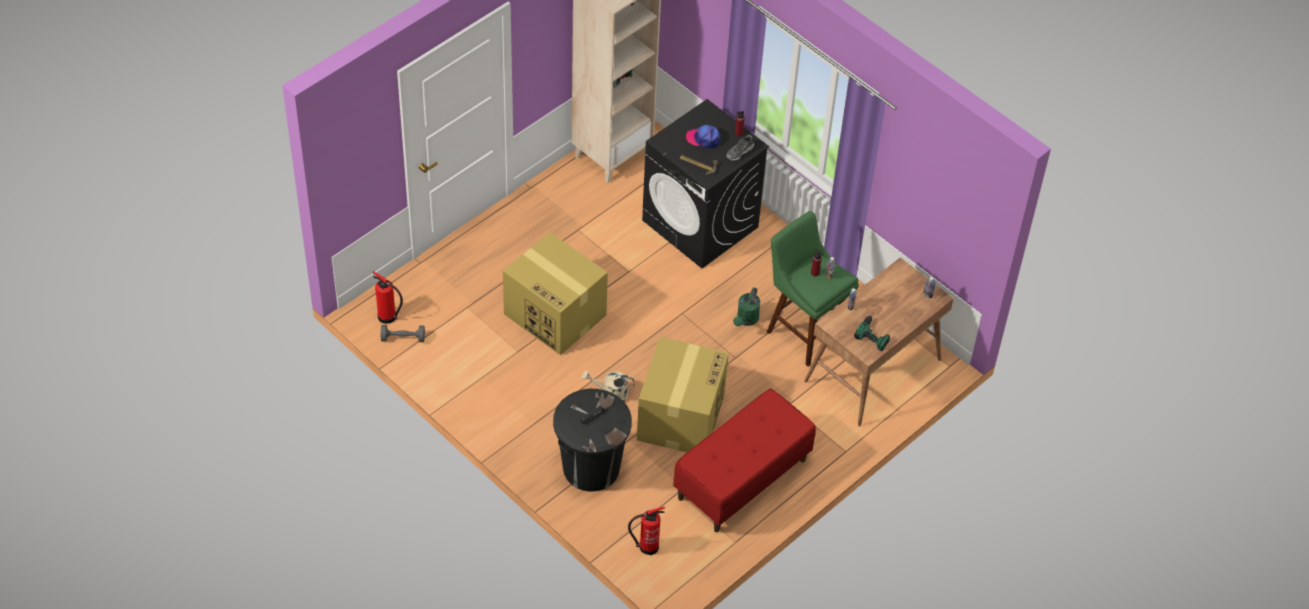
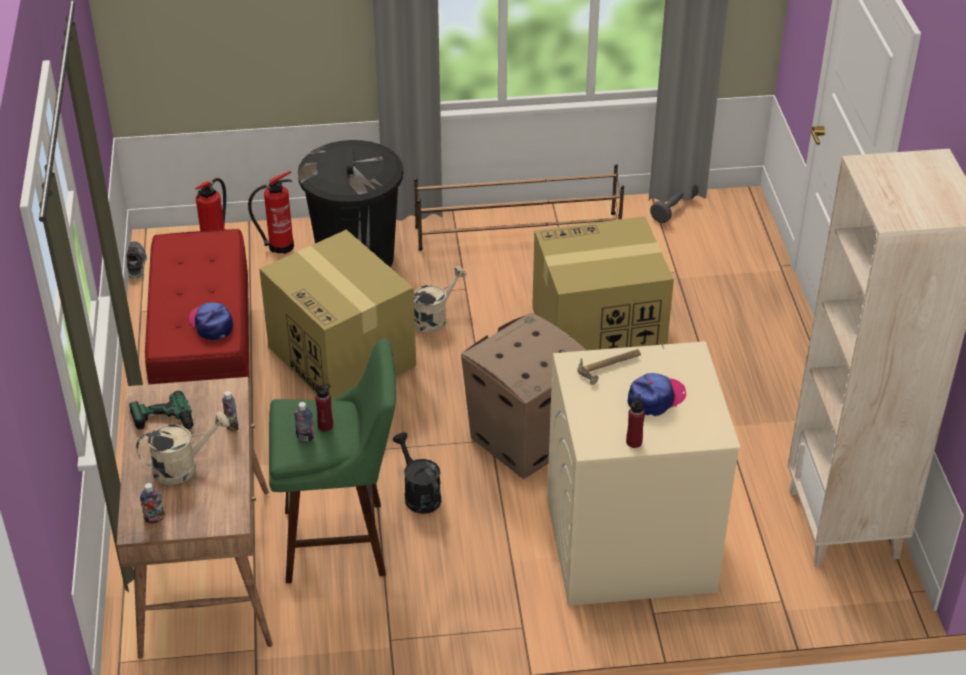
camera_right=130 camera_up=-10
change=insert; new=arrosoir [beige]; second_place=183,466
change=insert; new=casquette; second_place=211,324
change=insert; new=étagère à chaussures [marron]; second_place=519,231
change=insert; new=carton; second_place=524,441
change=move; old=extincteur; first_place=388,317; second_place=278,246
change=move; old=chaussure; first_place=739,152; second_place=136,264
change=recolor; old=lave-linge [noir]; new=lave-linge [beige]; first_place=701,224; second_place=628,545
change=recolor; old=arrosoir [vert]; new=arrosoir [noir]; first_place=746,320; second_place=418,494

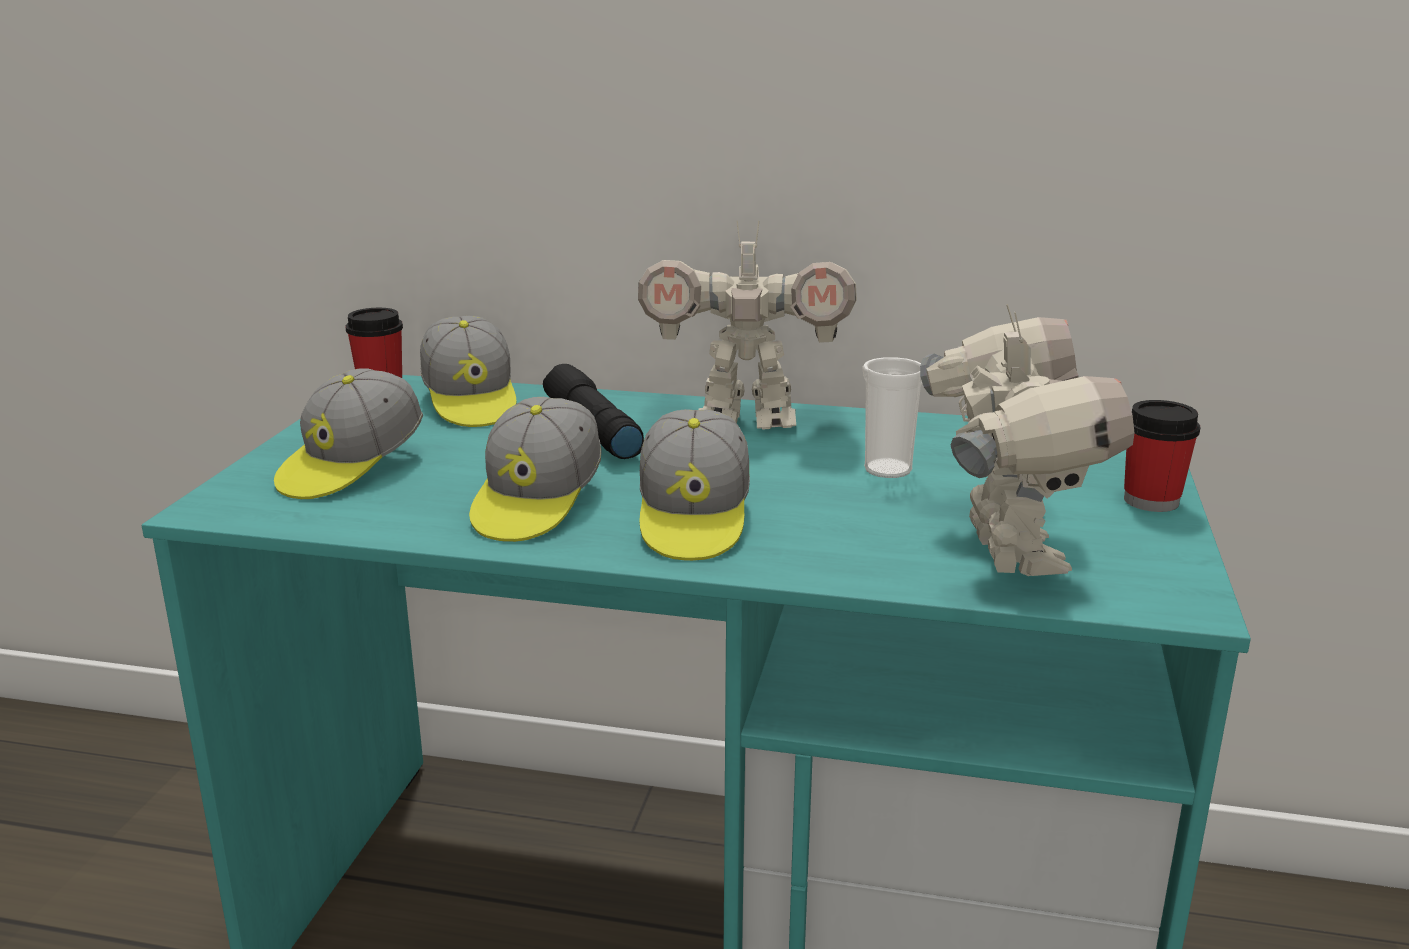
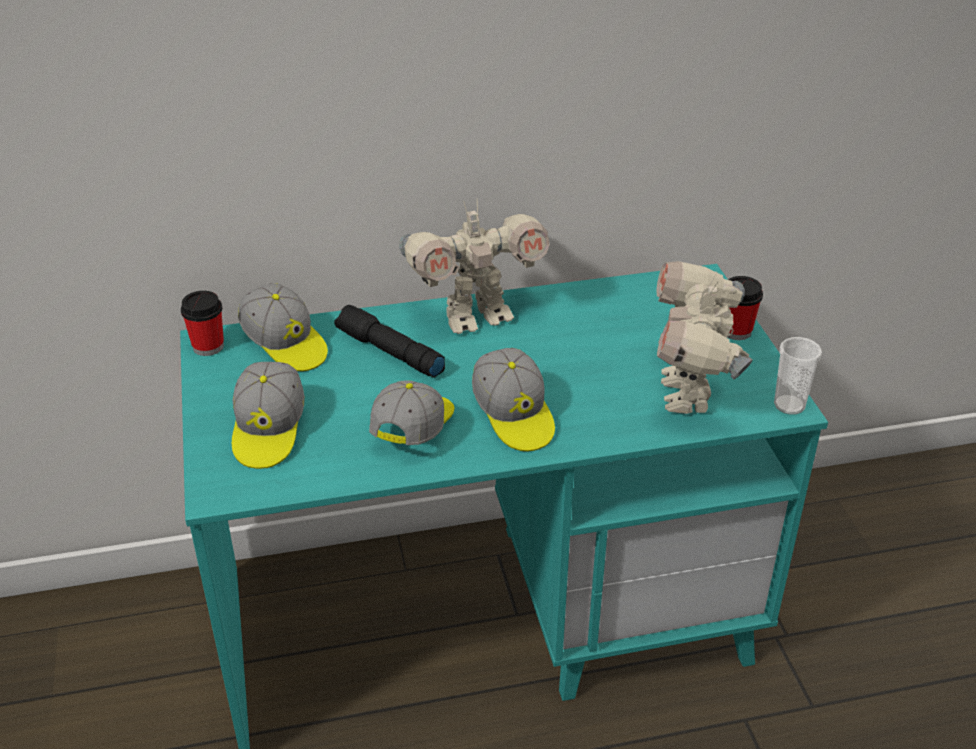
camera_right=-25 camera_up=15
change=move; old=tasse; first_place=888,470; second_place=789,405
change=rotate; old=casquette; first_place=536,503; second_place=414,429; degrees=-150
change=rotate; old=robot jouet; first_place=1005,552; second_place=689,394; degrees=-150

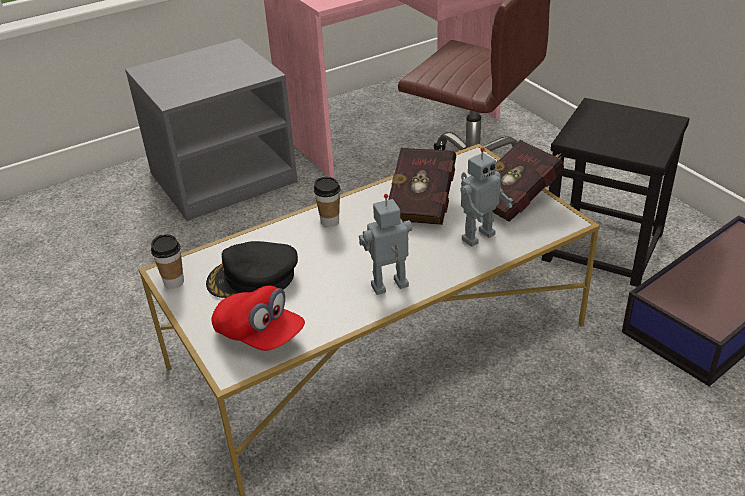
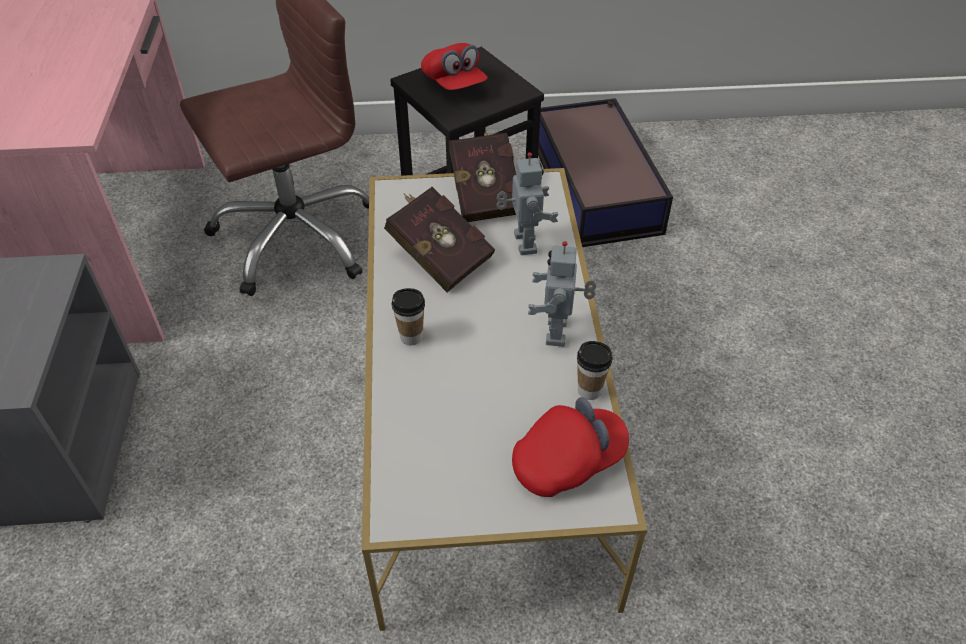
camera_right=-65 camera_up=10
change=delete; old=casquette [noir]; first_place=253,278
change=insert; new=casquette [rouge]; second_place=454,84
change=move; old=tasse; first_place=174,282; second_place=589,390

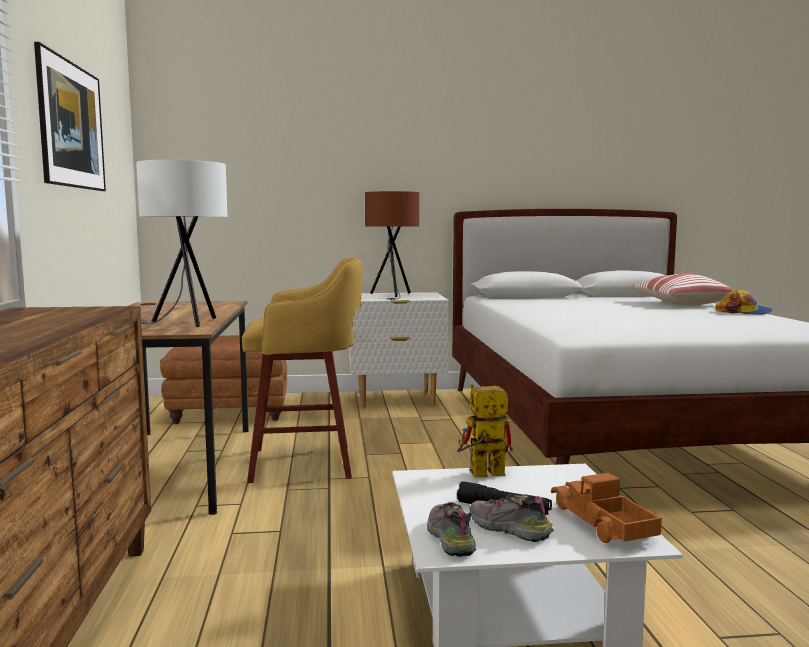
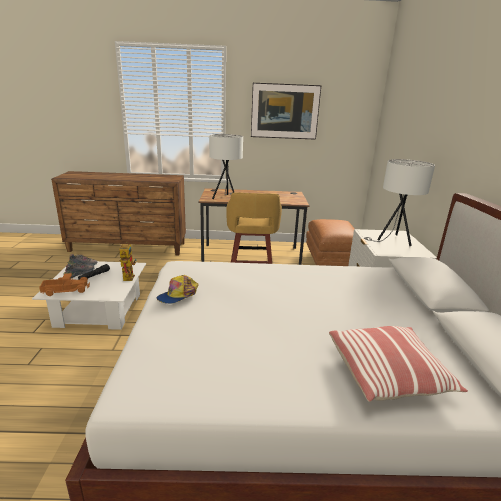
camera_right=95 camera_up=15
change=move; old=casquette; first_place=744,312; second_place=178,295
change=recolor; old=lampe de table [marron]; new=lampe de table [blanc]; first_place=392,296; second_place=392,240

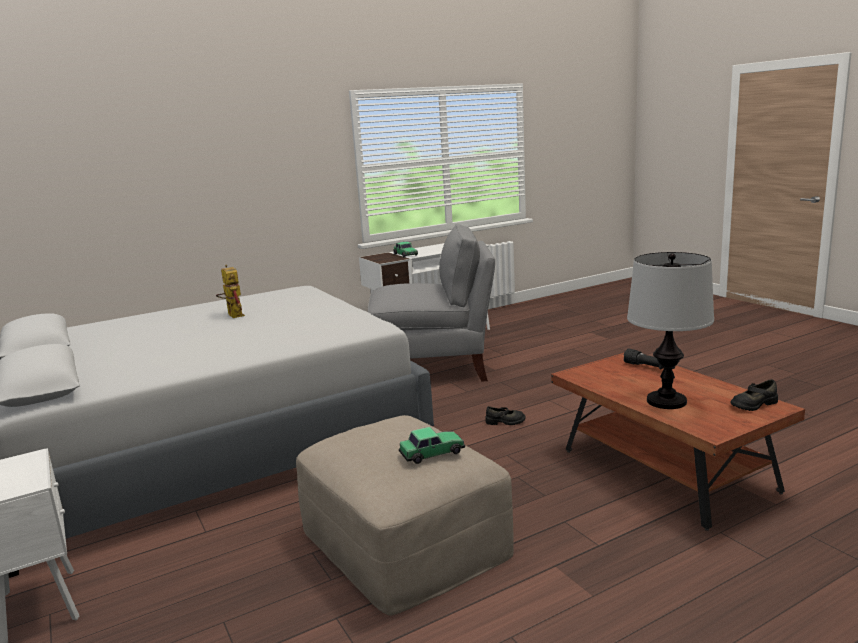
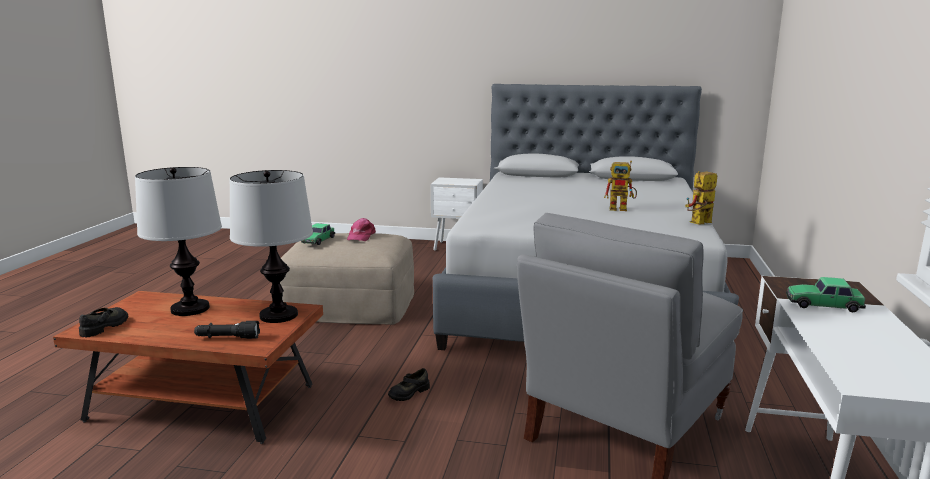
camera_right=130 camera_up=0
change=insert; new=lampe de table; second_place=279,315
change=insert; new=casquette [rose]; second_place=361,236
change=insert; new=robot jouet; second_place=699,223

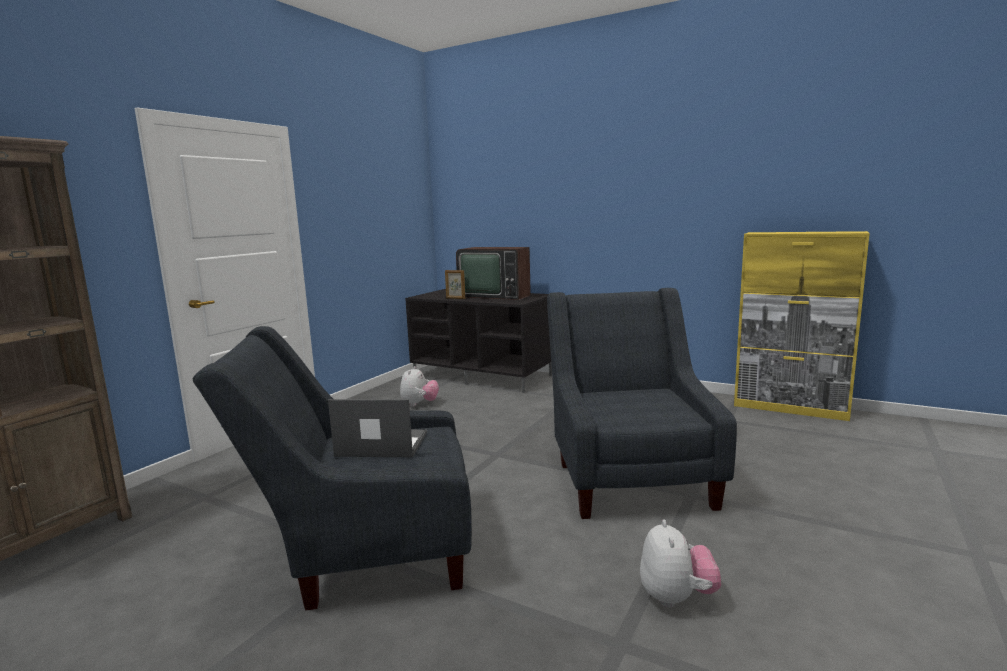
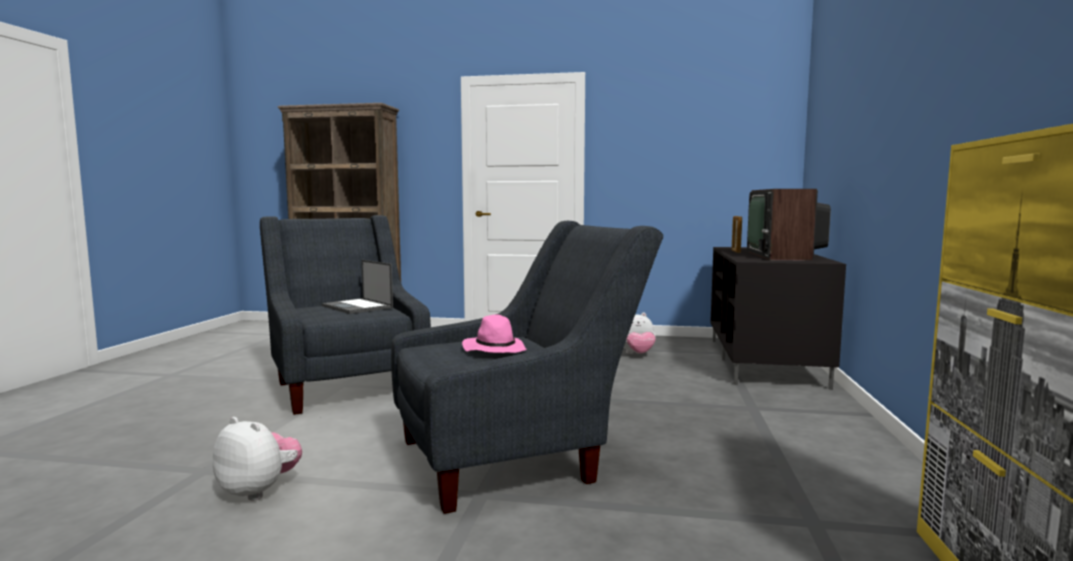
camera_right=70 camera_up=-5
change=insert; new=chapeau [rose]; second_place=494,350
change=rotate; old=ordinateur portable; first_place=381,444; second_place=358,307; degrees=150
change=rotate; old=peluche; first_place=676,597; second_place=259,491; degrees=-135

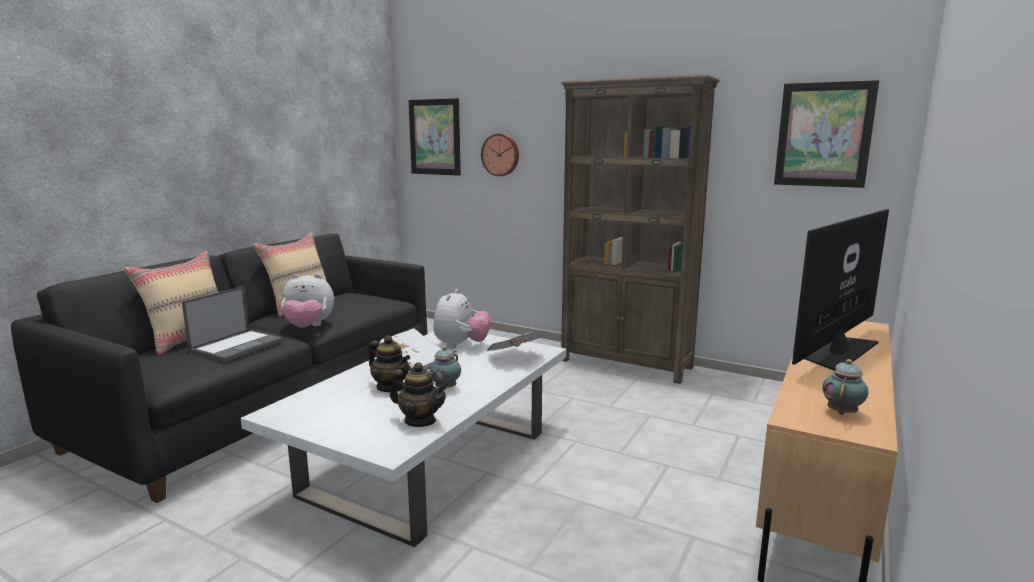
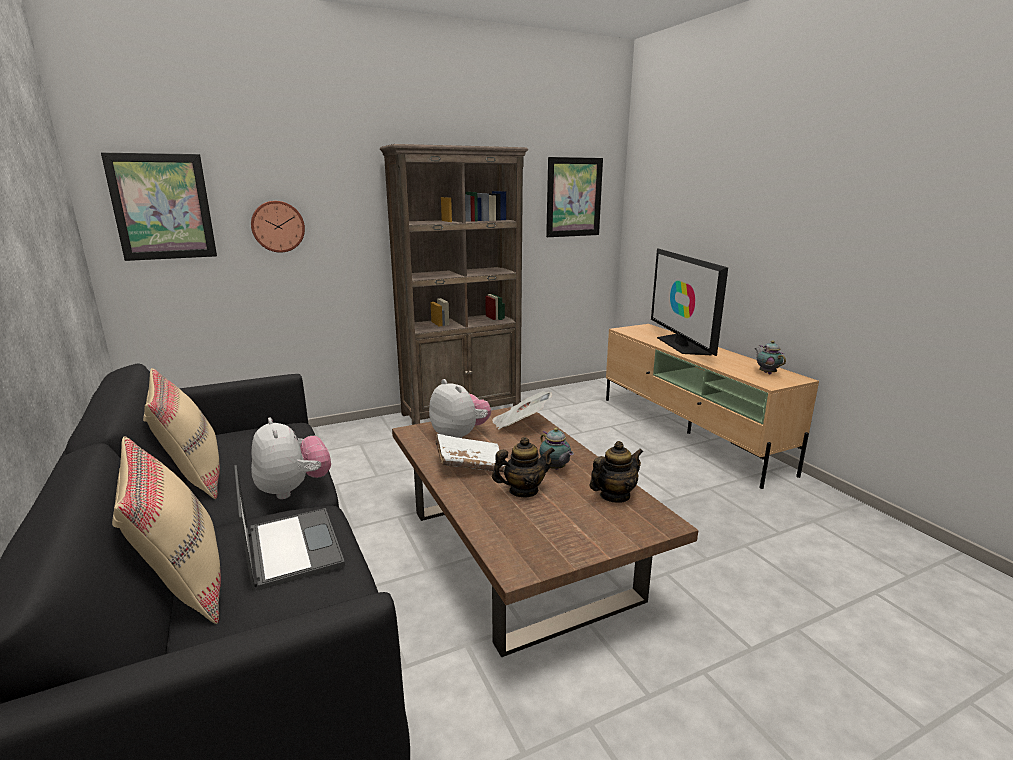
camera_right=-55 camera_up=5
change=recolor; old=table basse [blanc]; new=table basse [marron]; first_place=428,461; second_place=515,552
change=rotate; old=peluche; first_place=308,327; second_place=293,489; degrees=-60

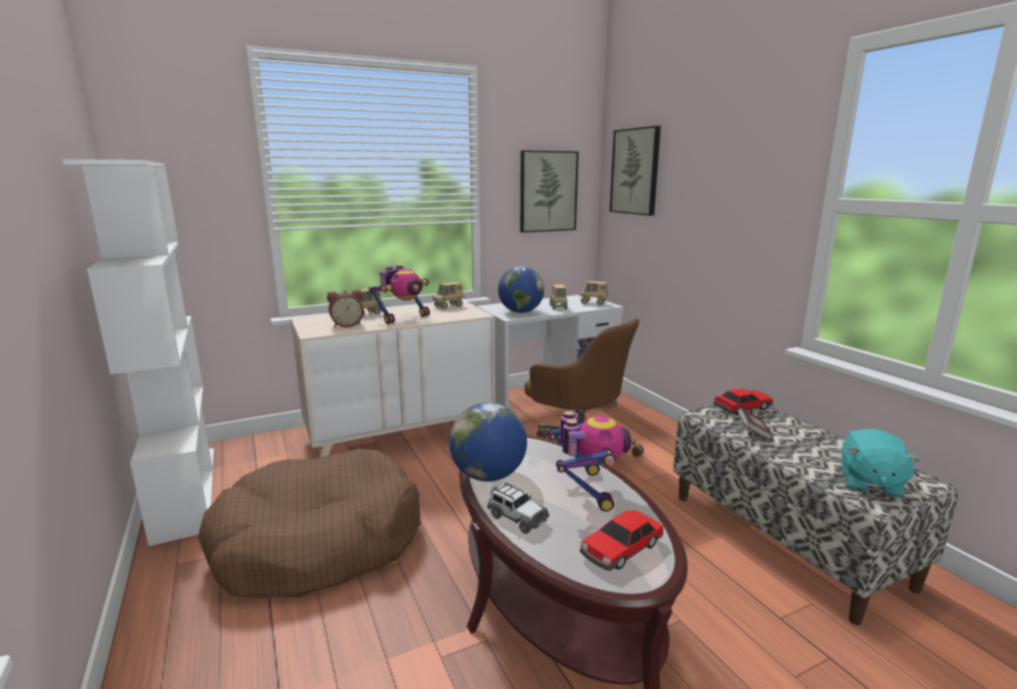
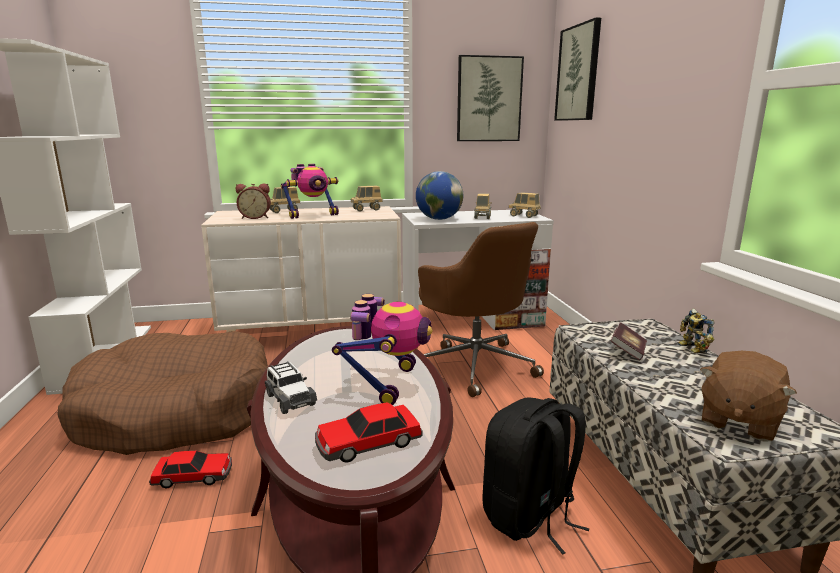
camera_right=15 camera_up=0
change=delete; old=globe; first_place=488,476
change=insert; new=sac à dos [noir]; second_place=530,517
change=insert; new=robot jouet; second_place=691,349
change=move; old=petite voiture; first_place=743,408; second_place=194,476
change=recolor; old=peluche [turquoise]; new=peluche [marron]; first_place=869,483; second_place=738,420

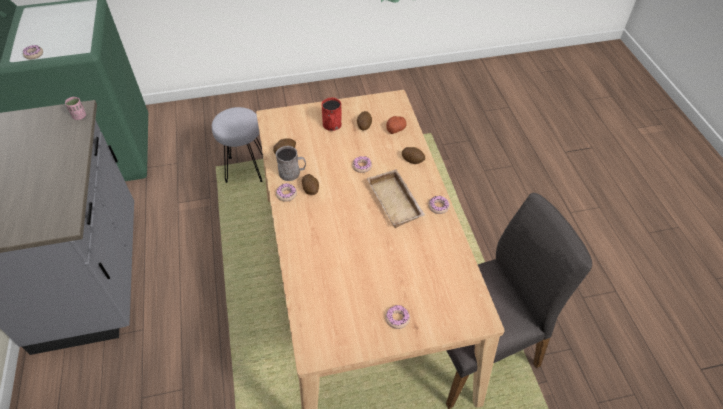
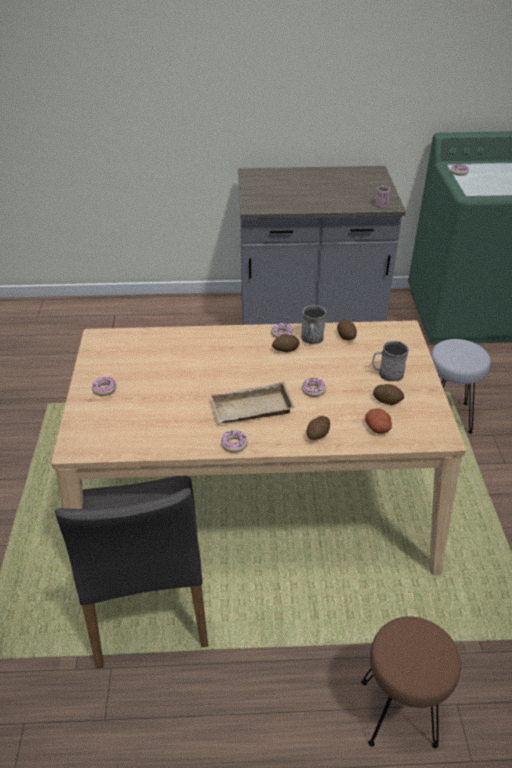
camera_right=100 camera_up=-10
change=insert; new=tabouret [marron]; second_place=399,712
change=recolor; old=mug [rouge]; new=mug [gris]; first_place=332,126; second_place=387,374

